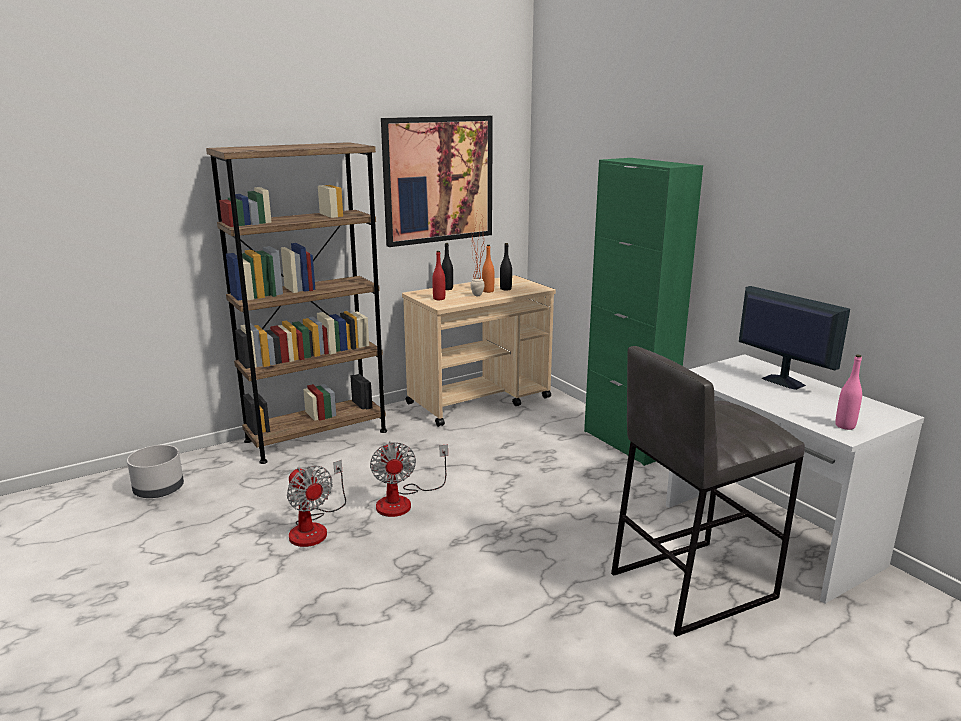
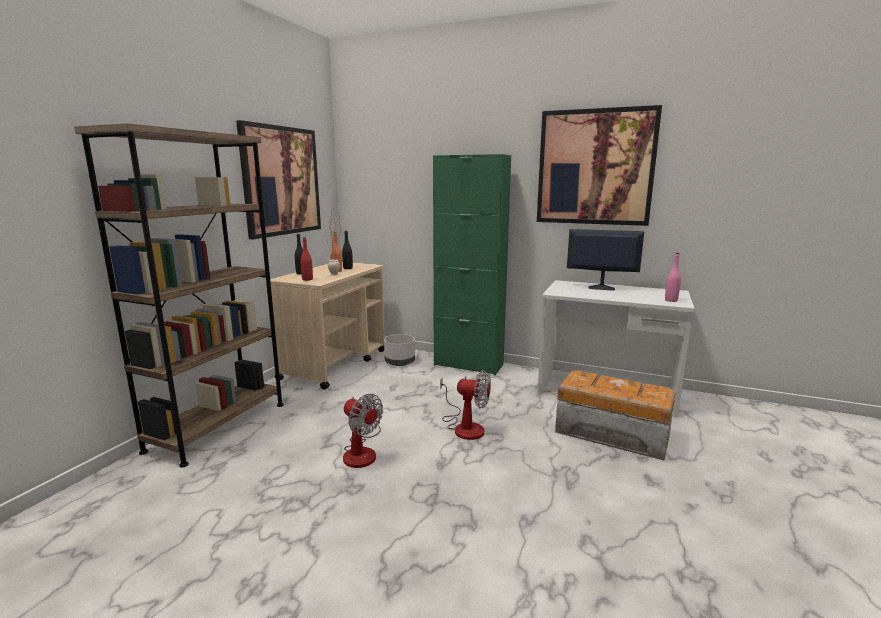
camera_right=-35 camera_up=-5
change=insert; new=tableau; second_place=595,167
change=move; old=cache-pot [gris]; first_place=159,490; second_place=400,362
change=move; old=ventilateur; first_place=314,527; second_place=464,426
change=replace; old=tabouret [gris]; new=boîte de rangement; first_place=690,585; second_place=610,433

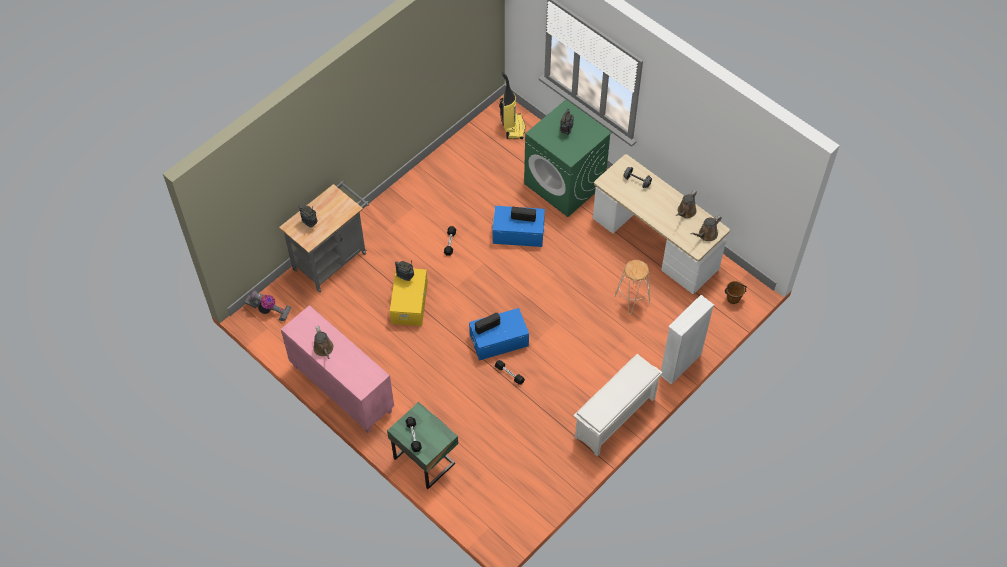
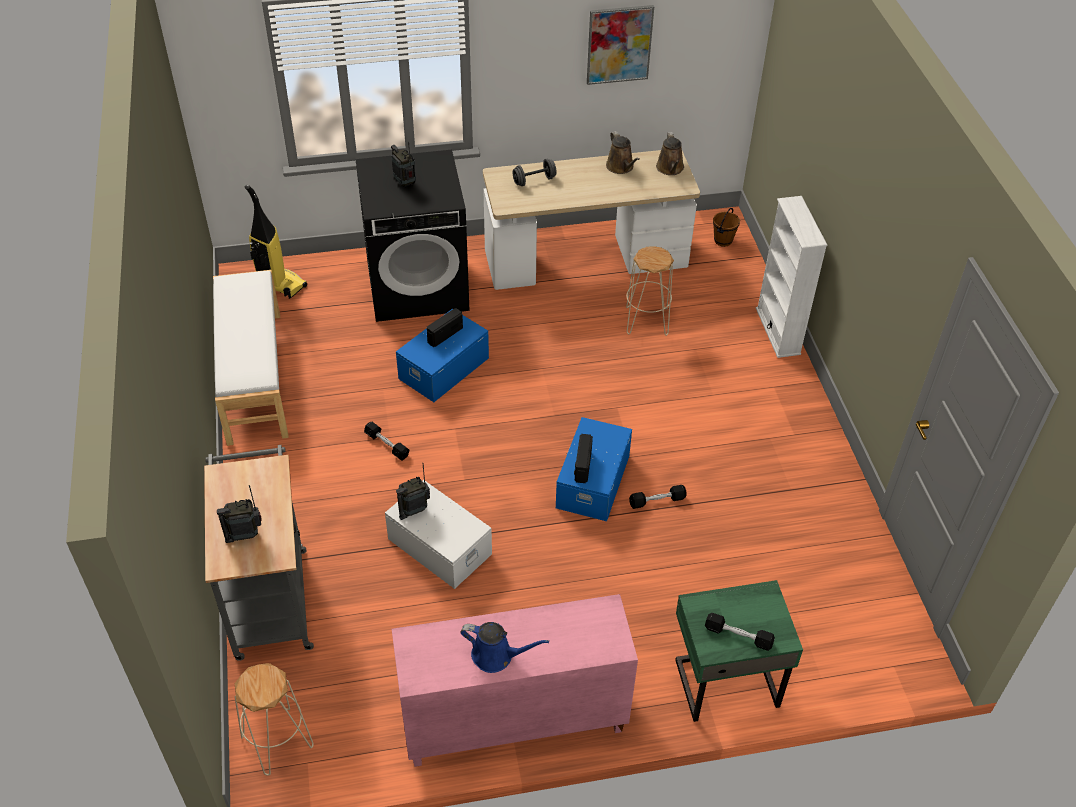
camera_right=-55 camera_up=-10
change=delete; old=étagère à chaussures [blanc]; first_place=614,419
change=insert; new=banc [blanc]; second_place=253,377
change=insert; new=tableau; second_place=619,44
change=replace; old=aspirateur; new=tabouret [beige]; first_place=269,311; second_place=277,741
change=recolor; old=arrosoir [marron]; new=arrosoir [bleu]; first_place=324,349; second_place=496,656
change=recolor; old=boîte de rangement [jaune]; new=boîte de rangement [blanc]; first_place=410,303; second_place=440,545
change=recolor; old=lave-linge [vert]; new=lave-linge [noir]; first_place=565,184; second_place=418,286

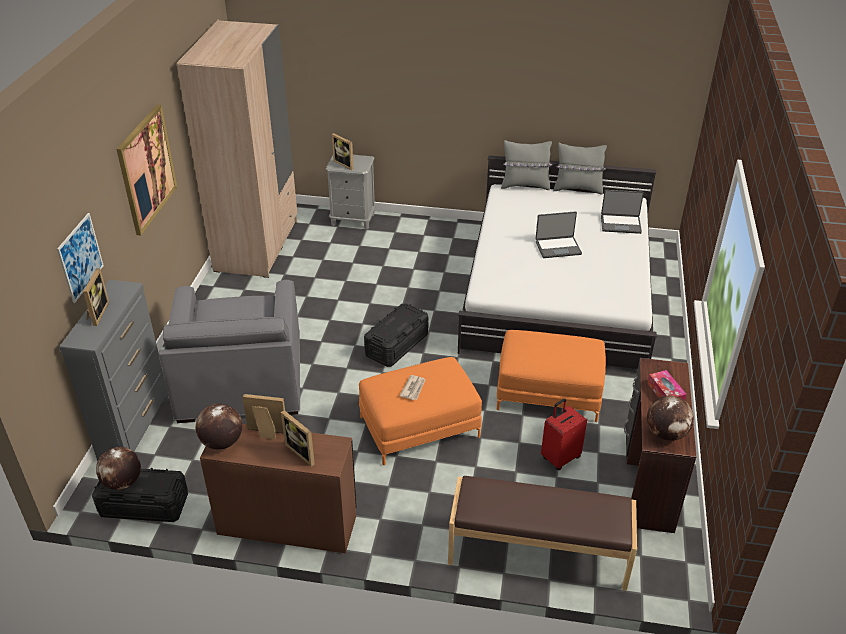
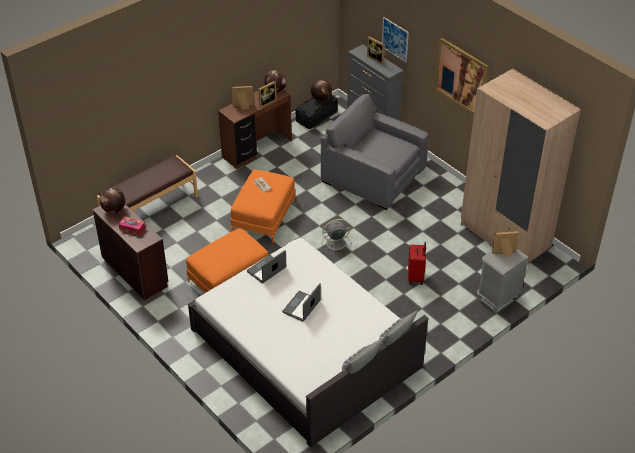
camera_right=130 camera_up=5
change=move; old=valise [rouge]; first_place=560,457; second_place=416,277
change=move; old=ordinateur portable; first_place=620,224; second_place=267,270
change=replace; old=boîte de rangement [noir]; new=ventilateur [gris]; first_place=397,345; second_place=335,243

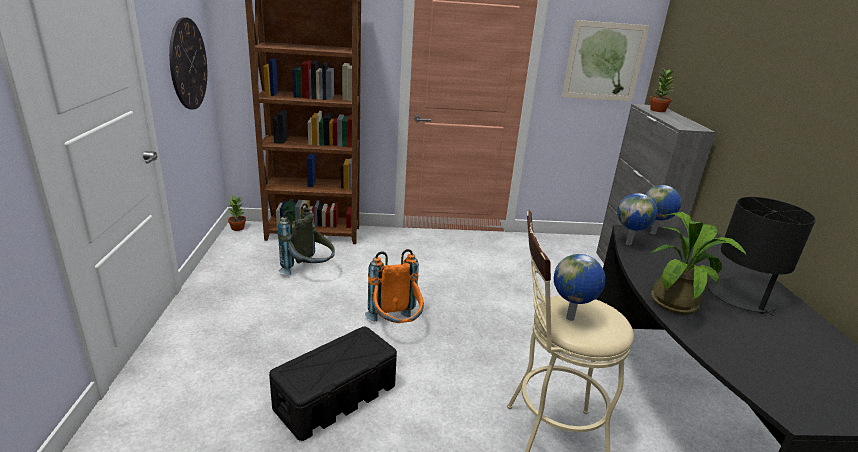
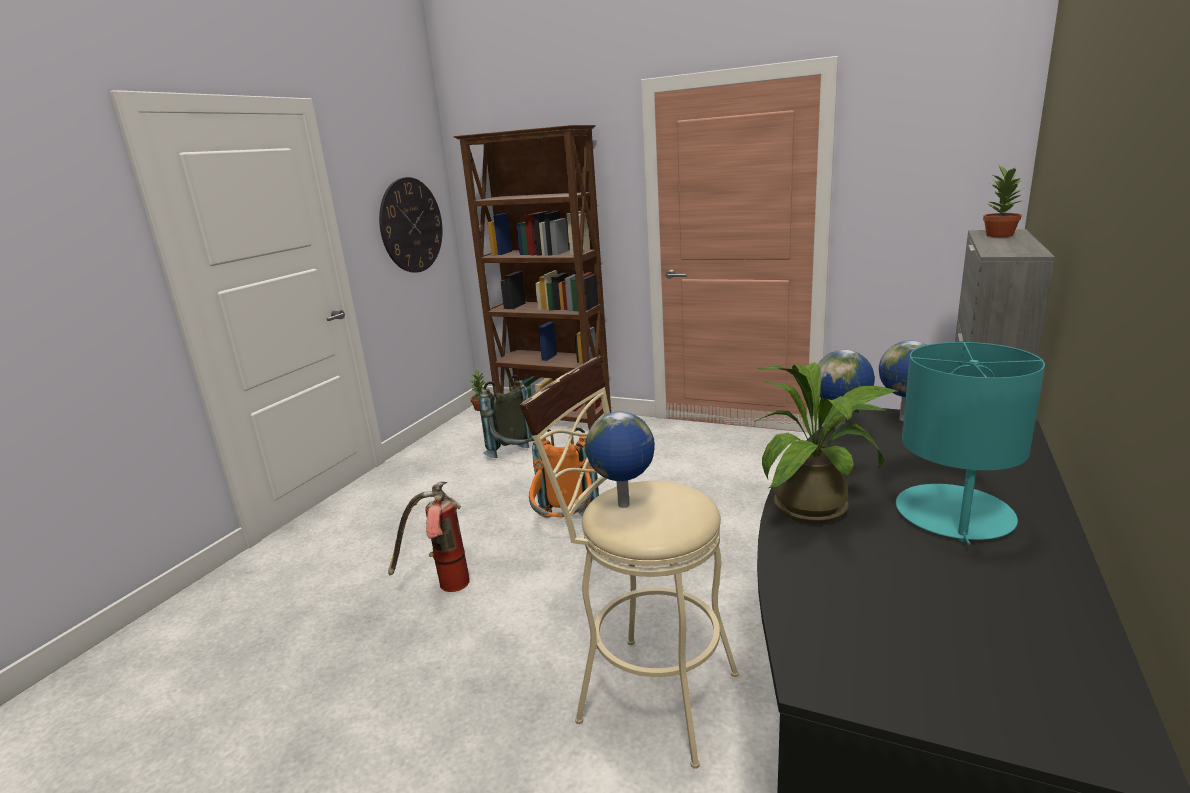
camera_right=30 camera_up=-5
change=delete; old=tableau; first_place=604,62
change=replace; old=boîte de rangement [noir]; new=extincteur; first_place=336,397; second_place=443,587
change=recolor; old=lampe de table [noir]; new=lampe de table [turquoise]; first_place=741,297; second_place=954,515

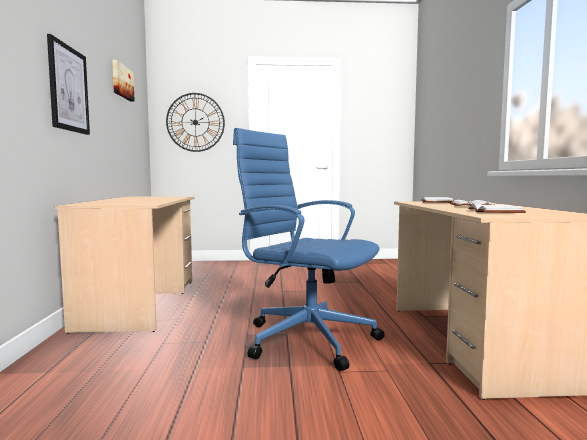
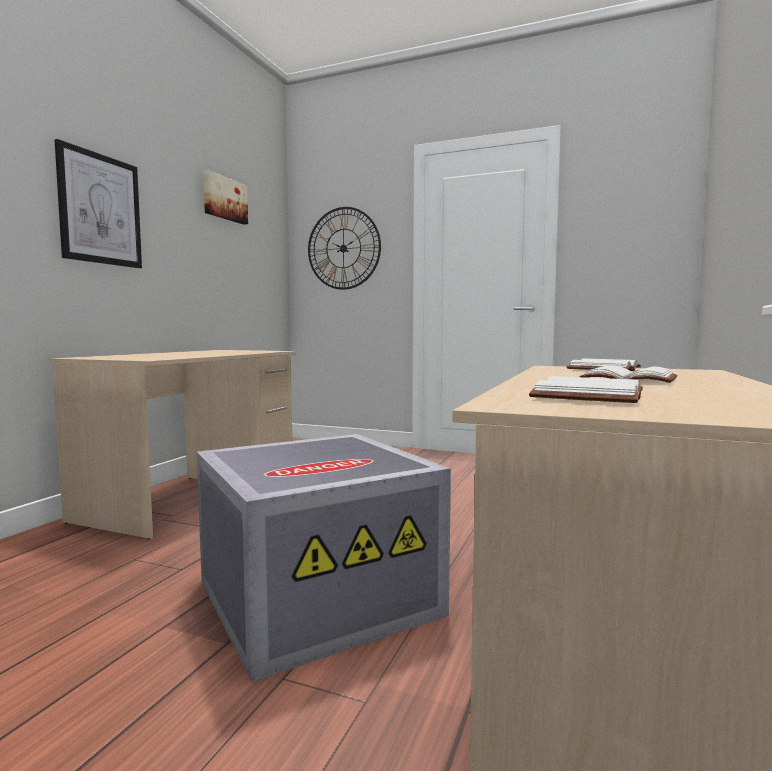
camera_right=25 camera_up=0
change=replace; old=chaise de bureau [bleu]; new=boîte de rangement [gris]; first_place=306,338; second_place=319,595

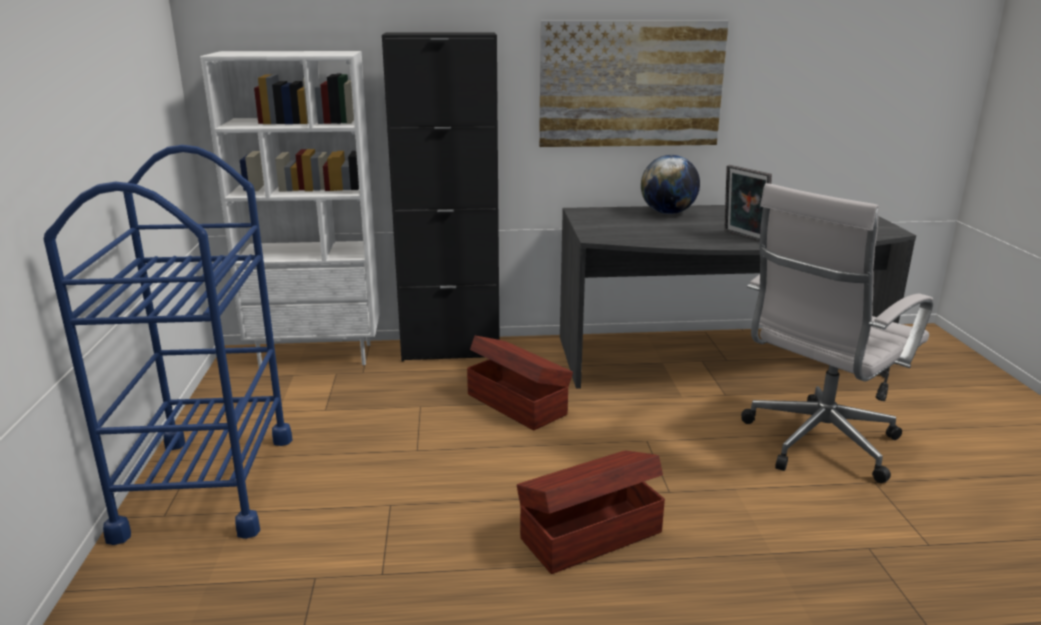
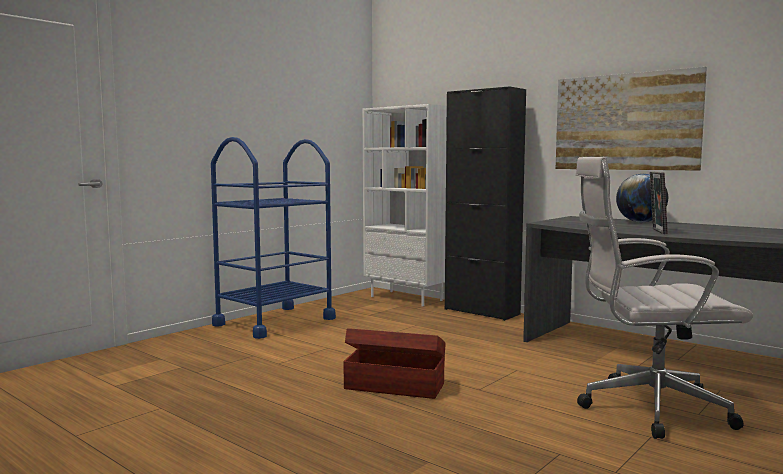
camera_right=45 camera_up=-15
change=delete; old=boîte de rangement [marron]; first_place=517,403

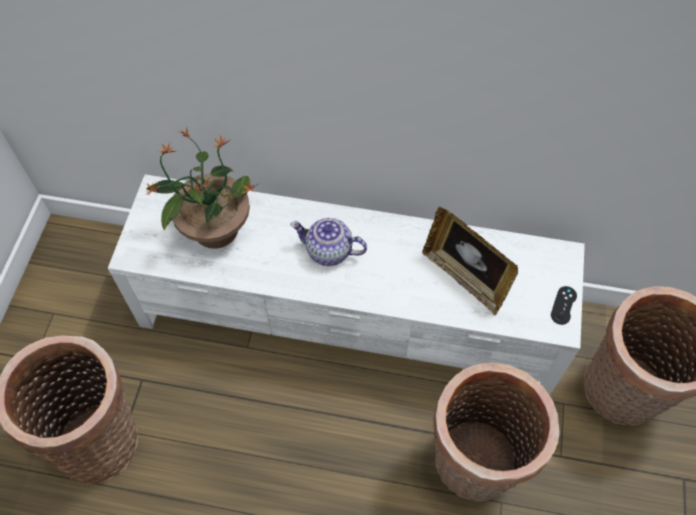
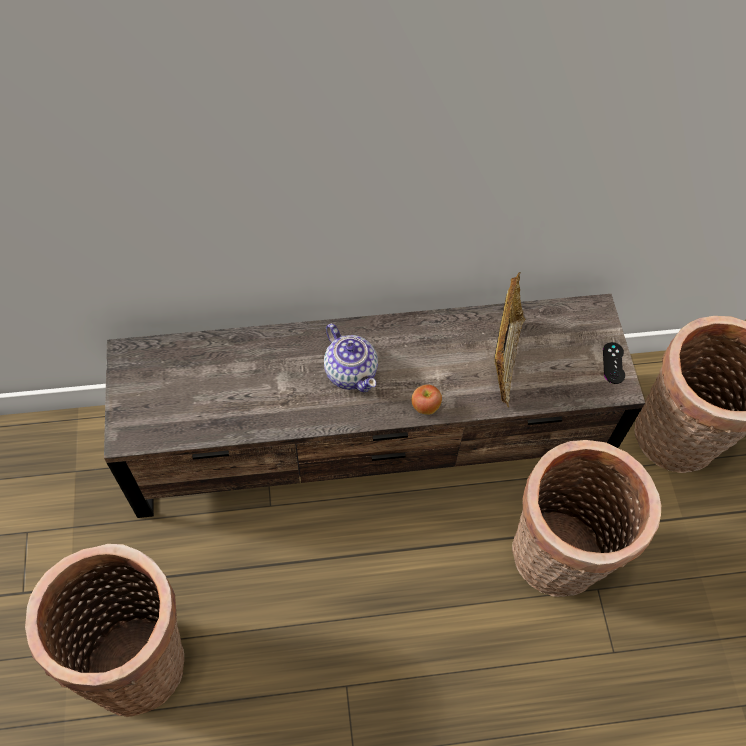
camera_right=-20 camera_up=0
change=delete; old=plante en pot; first_place=214,229
change=insert; new=pomme; second_place=425,406
change=recolor; old=meuble télé [blanc]; new=meuble télé [marron]; first_place=350,316; second_place=372,439
change=rotate; old=théière; first_place=329,251; second_place=351,371; degrees=-120
change=rotate; old=cadre photo; first_place=464,277; second_place=504,361; degrees=-105

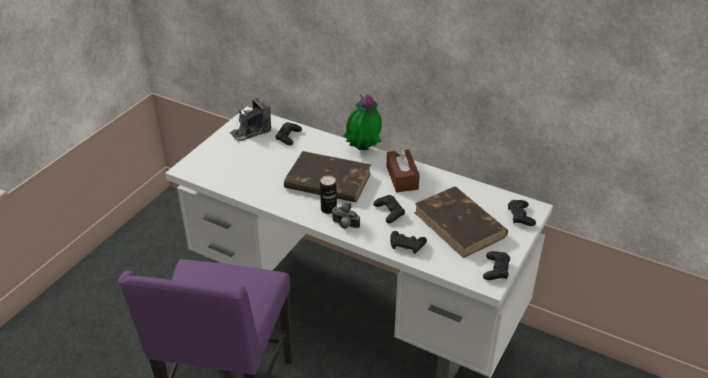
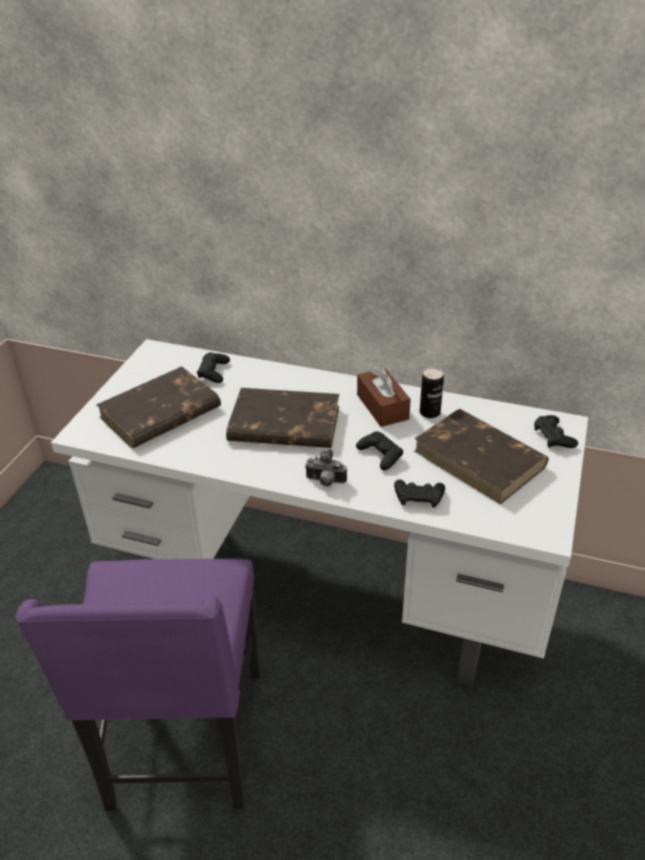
camera_right=-10 camera_up=0
change=delete; old=appareil photo; first_place=250,131
change=delete; old=plante en pot; first_place=363,151
change=delete; old=manette [noir]; first_place=496,269
change=insert; new=livre [marron]; second_place=159,413
change=move; old=boîte métallique; first_place=328,209; second_place=429,412

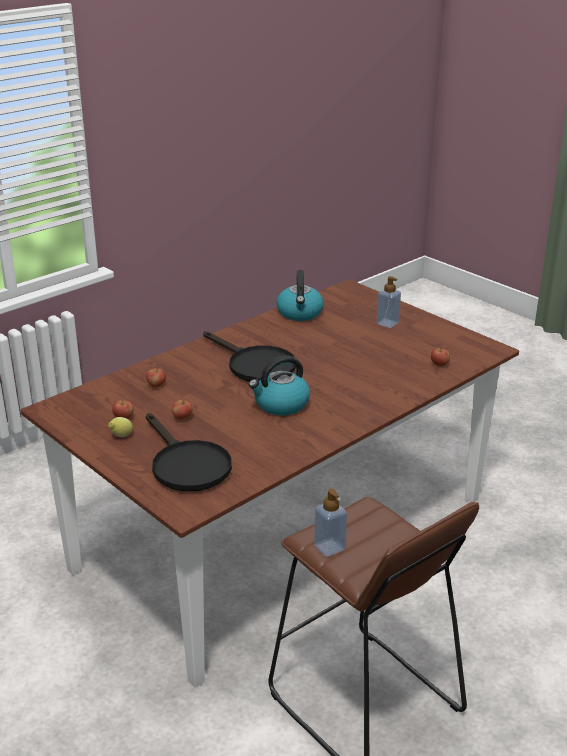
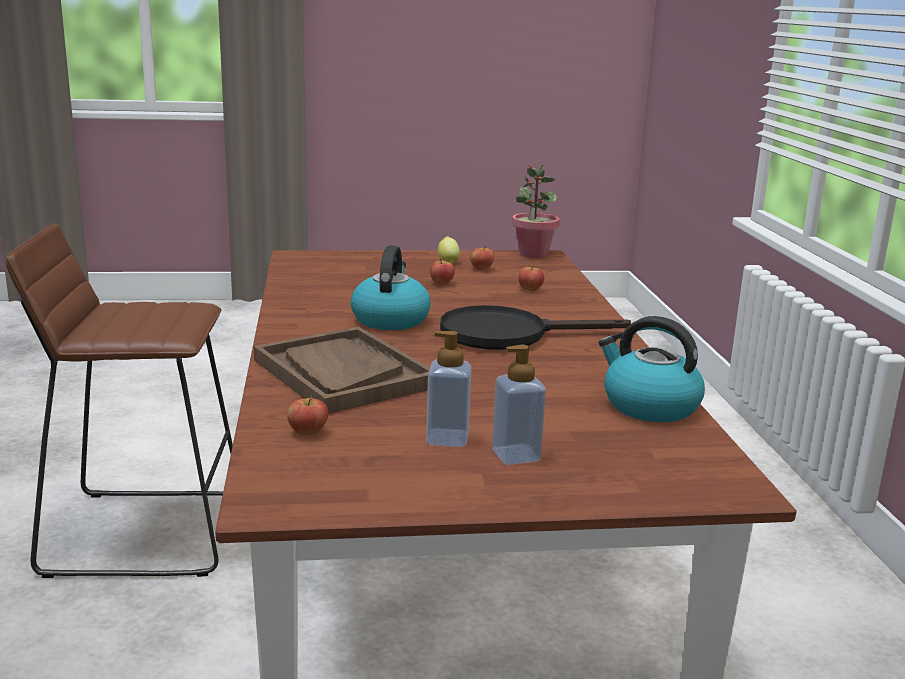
camera_right=125 camera_up=-10
change=delete; old=poêle [noir]; first_place=186,464
change=insert; new=plateau [marron]; second_place=343,373
change=insert; new=plante en pot; second_place=533,254
change=move; old=distributeur de savon; first_place=329,547; second_place=447,439

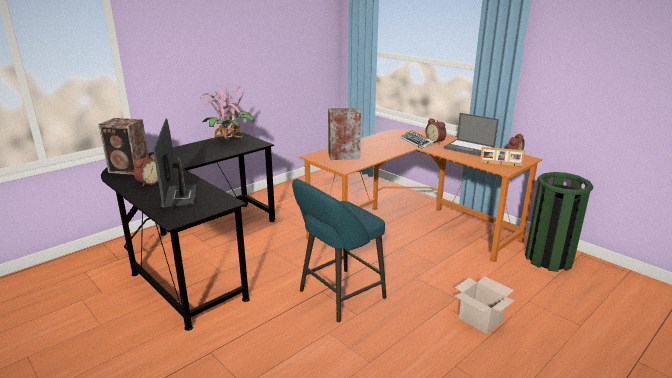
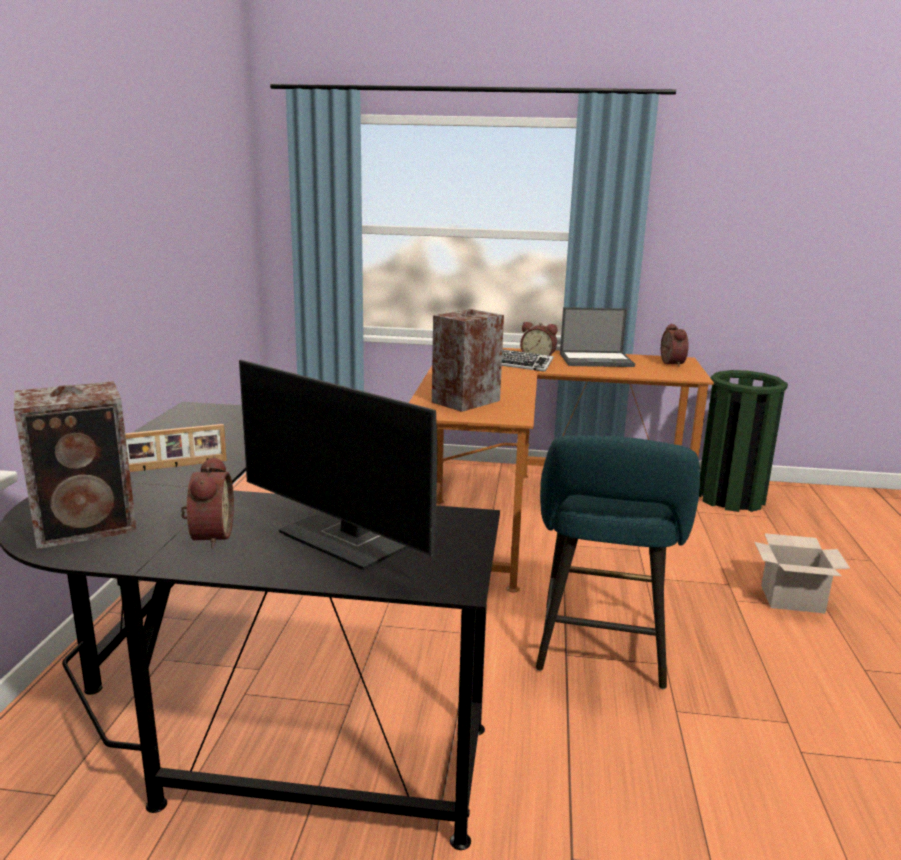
camera_right=-40 camera_up=-5
change=delete; old=plante en pot; first_place=230,142
change=move; old=cadre photo; first_place=500,164; second_place=176,466

